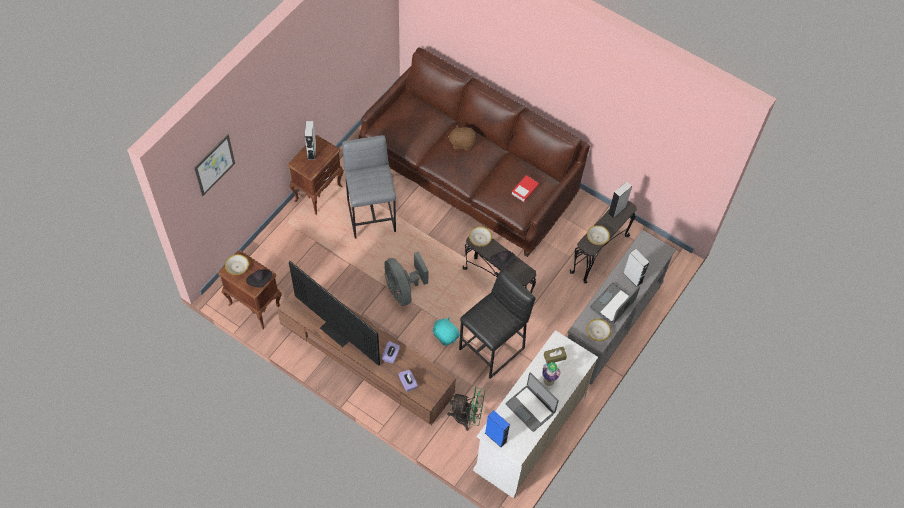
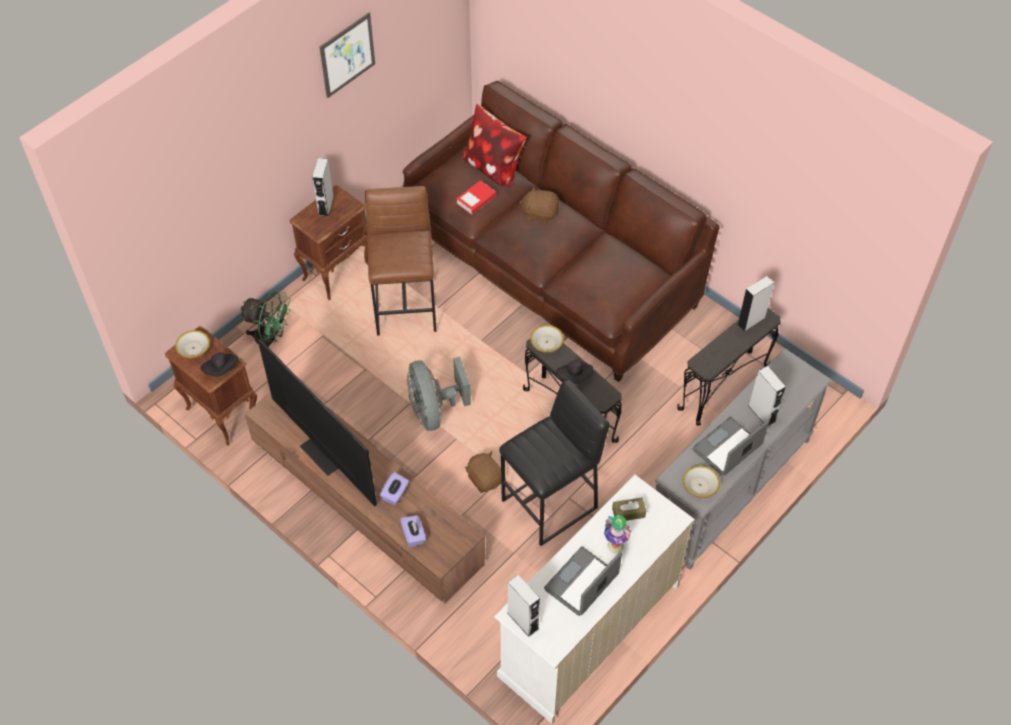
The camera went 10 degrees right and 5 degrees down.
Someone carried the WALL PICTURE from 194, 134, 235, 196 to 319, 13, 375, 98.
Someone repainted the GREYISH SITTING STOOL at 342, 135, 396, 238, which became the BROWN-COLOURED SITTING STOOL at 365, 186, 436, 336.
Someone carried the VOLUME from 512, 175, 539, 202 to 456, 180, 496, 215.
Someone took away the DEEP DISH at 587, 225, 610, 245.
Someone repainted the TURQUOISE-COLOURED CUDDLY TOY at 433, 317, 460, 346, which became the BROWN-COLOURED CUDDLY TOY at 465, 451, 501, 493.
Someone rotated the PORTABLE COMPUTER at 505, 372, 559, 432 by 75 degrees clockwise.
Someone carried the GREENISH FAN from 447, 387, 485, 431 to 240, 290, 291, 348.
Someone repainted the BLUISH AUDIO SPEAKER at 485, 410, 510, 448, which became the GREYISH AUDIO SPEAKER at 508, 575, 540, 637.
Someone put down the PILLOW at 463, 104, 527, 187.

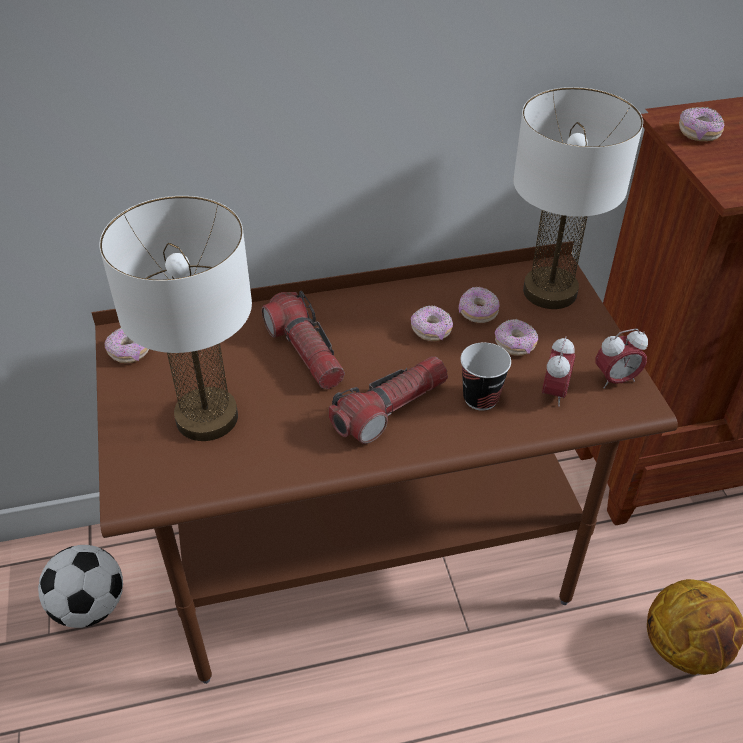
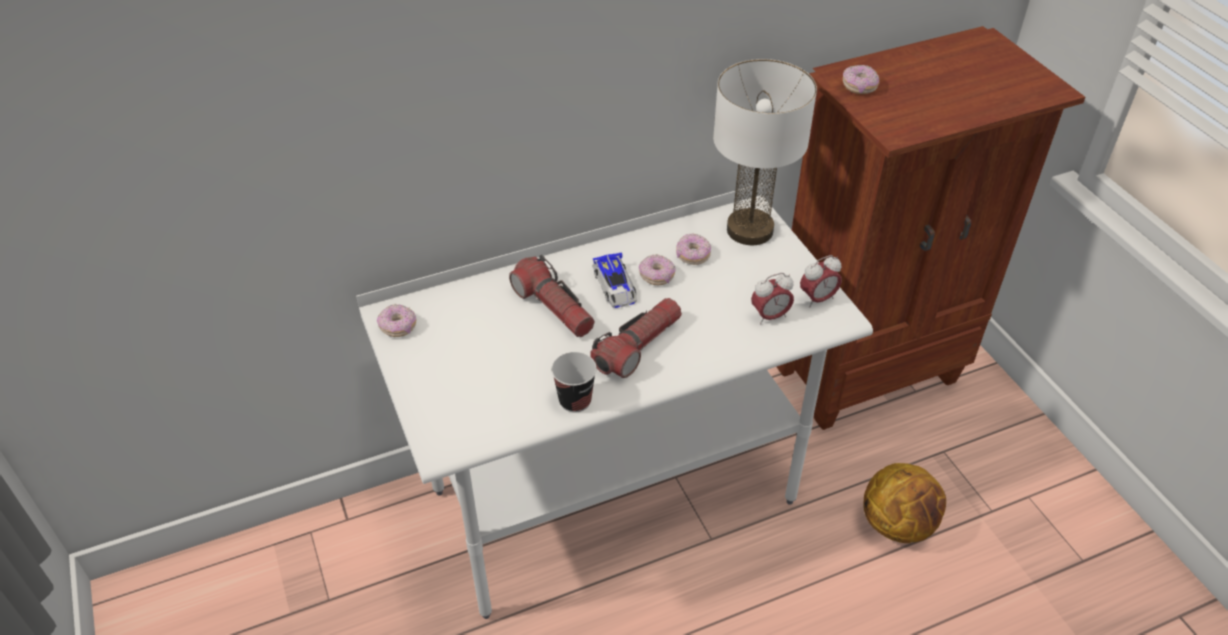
The camera went 10 degrees left and 0 degrees up.
Someone took away the LAMP FOR A TABLE at 99, 196, 252, 441.
Someone repainted the BROWN-COLOURED DESK at 91, 241, 678, 684, which became the WHITISH DESK at 356, 183, 873, 619.
Someone took away the DOUGHNUT at 495, 319, 538, 356.
Someone rotated the BEDSIDE CLOCK at 542, 336, 576, 407 by 60 degrees clockwise.
Someone carried the CUP from 460, 342, 511, 411 to 551, 352, 597, 413.
Someone took away the FOOTBALL BALL at 38, 545, 123, 628.
Someone put down the MINIATURE CAR at 592, 252, 637, 308.

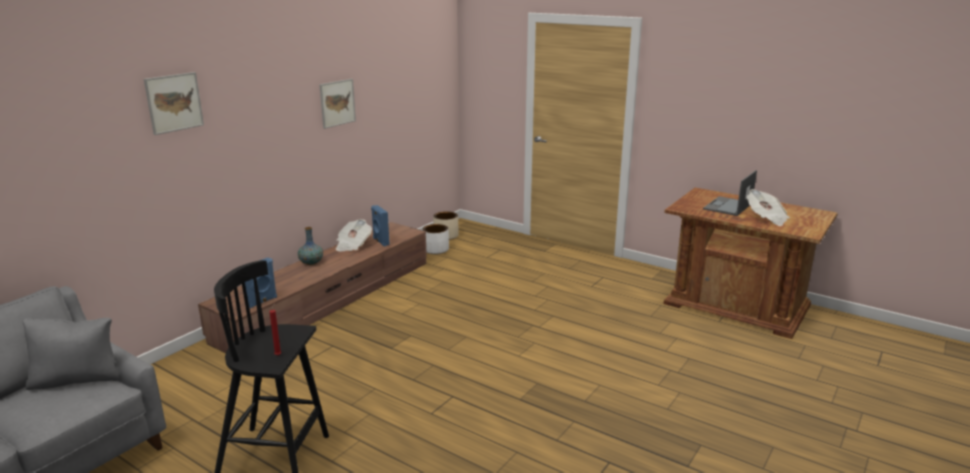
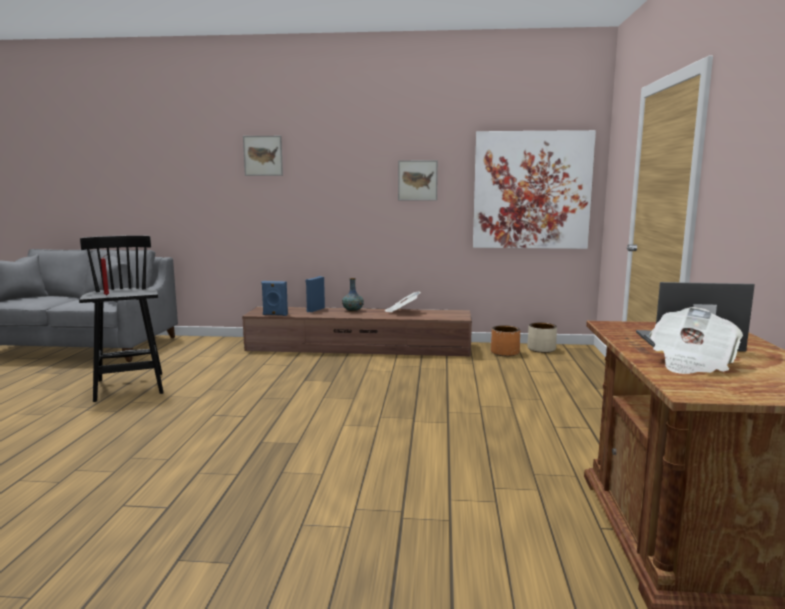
The camera went 60 degrees right and 10 degrees down.
Someone carried the BLUISH AUDIO SPEAKER from 371, 205, 390, 246 to 306, 276, 325, 312.
Someone repainted the WHITISH PLANTER at 422, 224, 449, 254, which became the ORANGEY PLANTER at 491, 325, 520, 356.
Someone put up the WALL PICTURE at 473, 130, 596, 249.

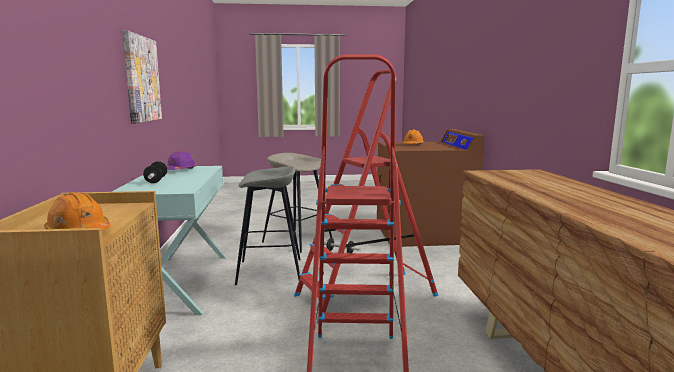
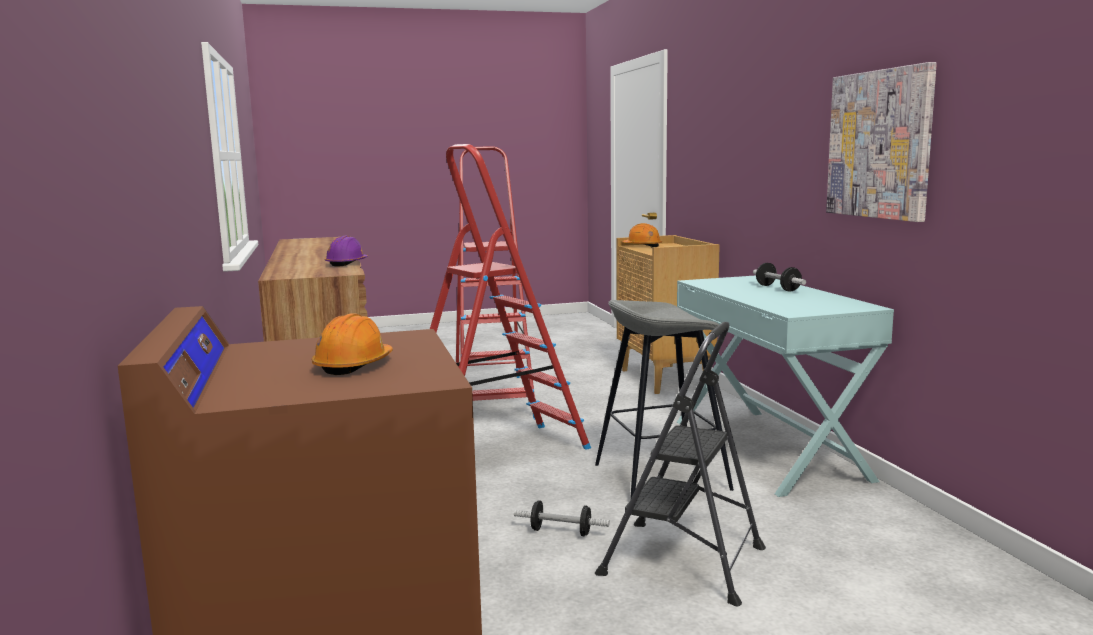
The camera went 170 degrees right and 0 degrees up.
Someone carried the PURPLISH WORK HELMET from 167, 151, 196, 170 to 325, 236, 368, 267.
Someone swapped the GREYISH SITTING STOOL at 262, 153, 332, 253 for the BLACK-COLOURED STEP LADDER at 595, 322, 766, 606.

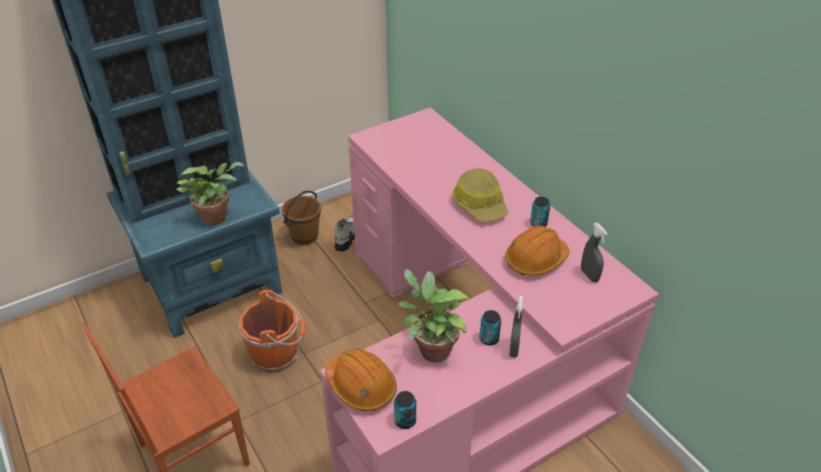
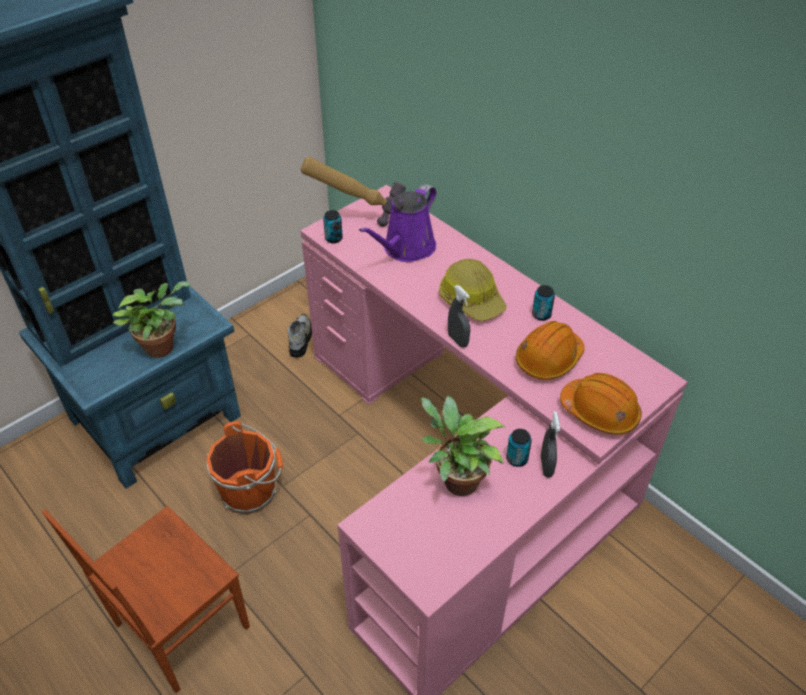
The camera went 10 degrees left and 5 degrees up.
Someone took away the BROWN-COLOURED BUCKET at 282, 191, 321, 245.
Someone carried the GREYISH SPRAYER from 581, 223, 608, 282 to 448, 285, 470, 348.
Someone carried the ORANGEY WORK HELMET from 325, 348, 397, 412 to 560, 373, 642, 435.
Someone carried the SEALED CAN from 394, 391, 416, 429 to 323, 210, 343, 243.
Someone put down the HAMMER at 301, 157, 406, 227.
Someone put down the PURPLISH WATERING POT at 359, 184, 437, 262.

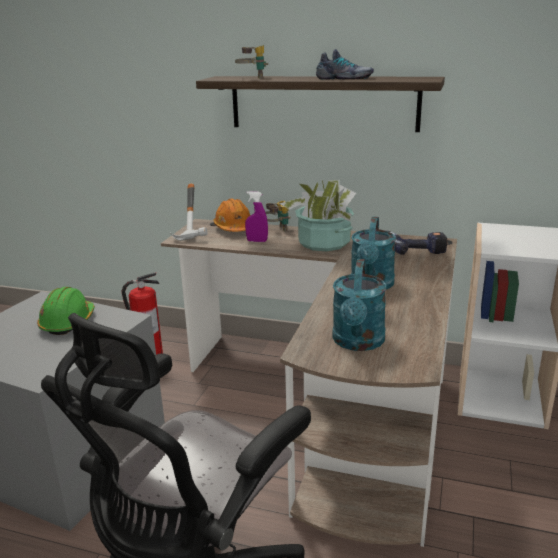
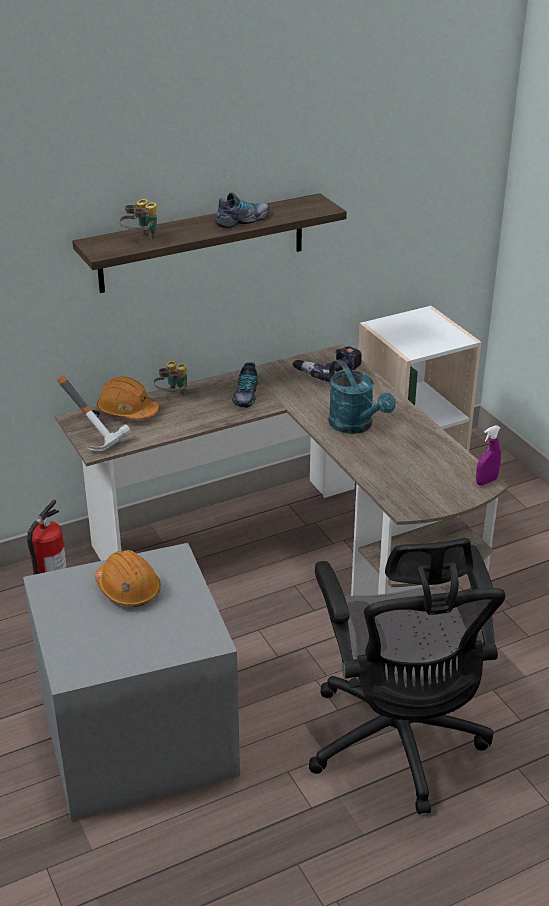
The camera went 45 degrees left and 10 degrees up.
Someone swapped the PLANT IN A POT at 280, 180, 356, 251 for the LOW SHOE at 232, 362, 258, 408.
Someone carried the PURPLISH SPRAYER from 245, 191, 268, 242 to 476, 425, 501, 486.
Someone took away the TURQUOISE-COLOURED WATERING POT at 332, 259, 387, 351.
Someone repainted the GREENISH WORK HELMET at 37, 287, 95, 335, which became the ORANGEY WORK HELMET at 95, 550, 161, 607.

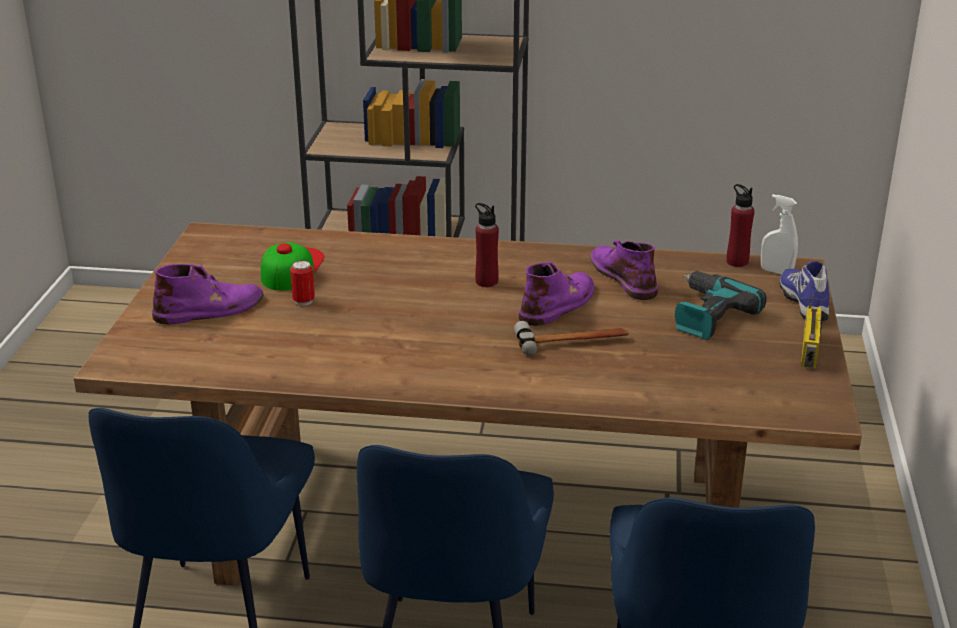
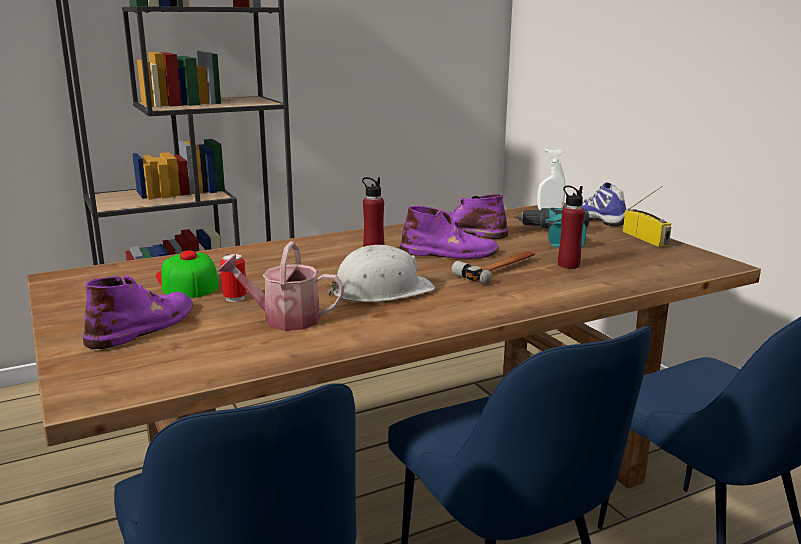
The camera went 35 degrees left and 10 degrees down.
Someone carried the RED-COLOURED BEVERAGE BOTTLE from 726, 184, 754, 267 to 558, 186, 585, 269.
Someone rotated the PURPLISH TALL BOOT at 519, 261, 594, 326 by 90 degrees clockwise.
Someone put down the WATERING POT at 218, 241, 344, 331.
Someone put down the WHITISH WORK HELMET at 327, 245, 435, 302.

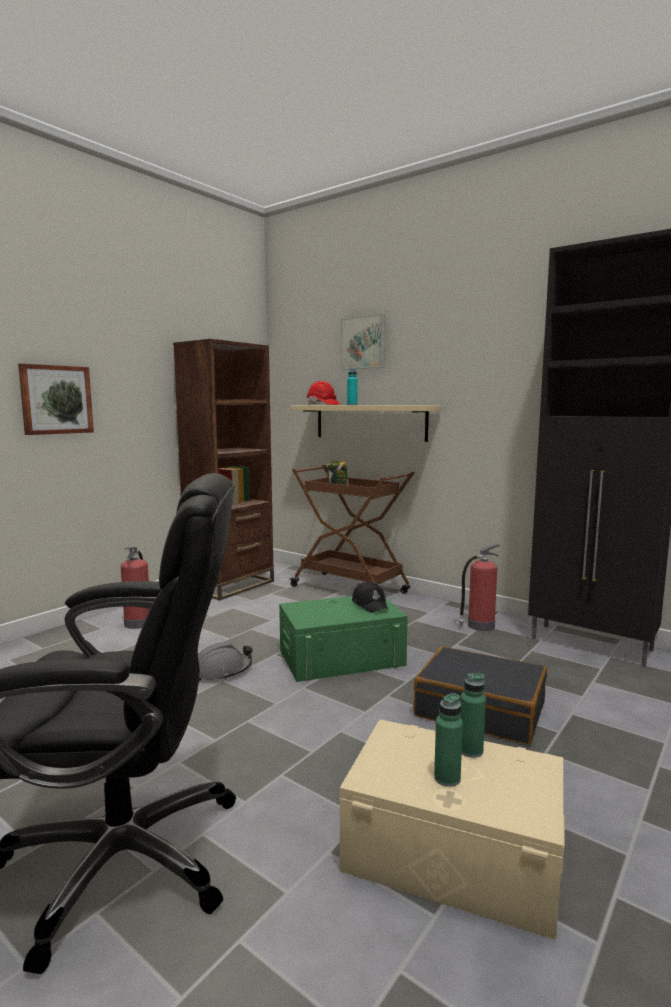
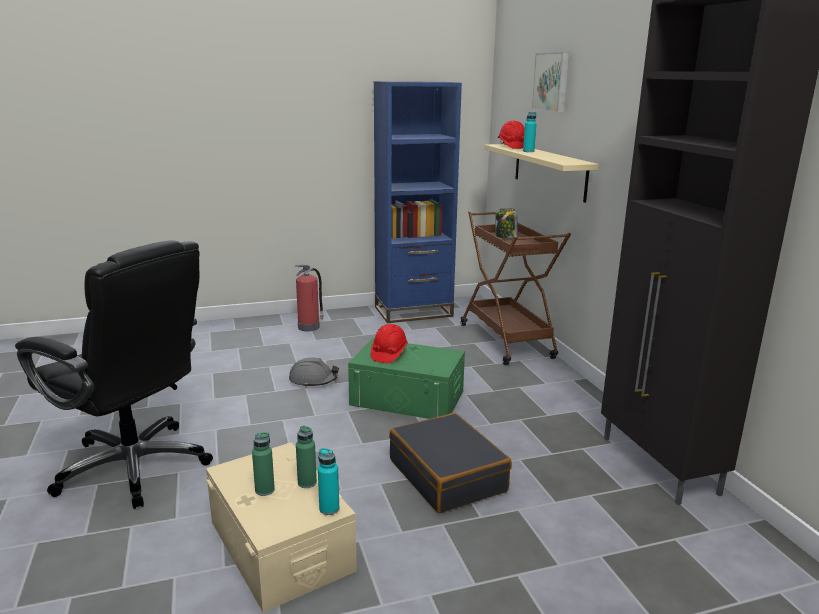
The camera went 35 degrees right and 10 degrees up.
Someone repainted the BROWN-COLOURED BOOKCASE at 173, 339, 274, 600, which became the BLUISH BOOKCASE at 374, 81, 462, 323.
Someone took away the WALL PICTURE at 18, 364, 94, 435.
Someone took away the EXTINGUISHER at 459, 544, 500, 631.
Someone took away the BLACK-COLOURED CAP at 352, 581, 388, 613.
Someone put down the RED-COLOURED WORK HELMET at 371, 324, 408, 363.
Someone put down the TURQUOISE-COLOURED BEVERAGE BOTTLE at 318, 448, 339, 515.

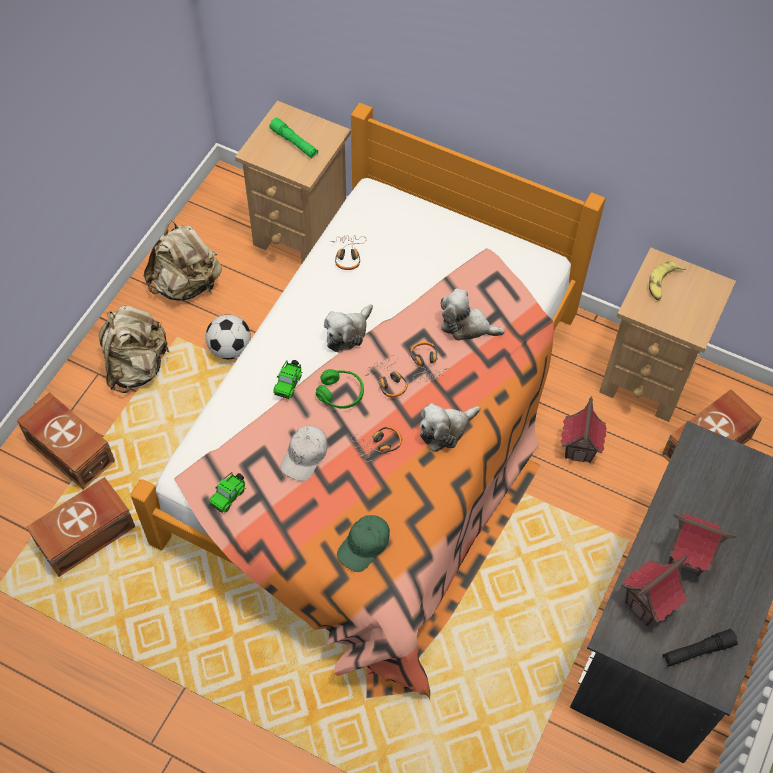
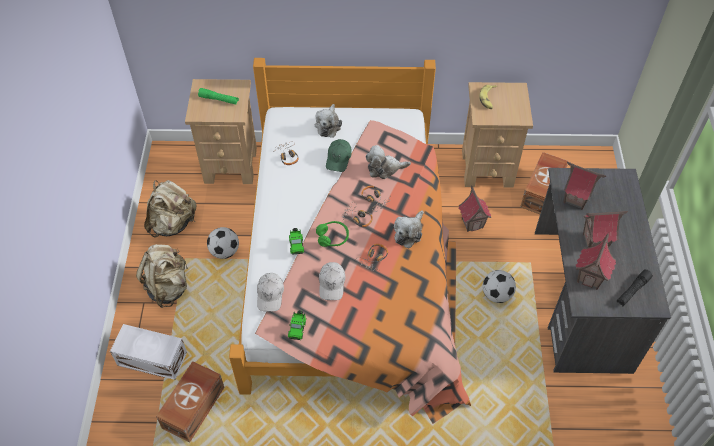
The camera went 25 degrees left and 5 degrees down.
Someone carried the CUDDLY TOY from 324, 304, 373, 353 to 315, 104, 342, 138.
Someone repainted the BROWN-COLOURED STORAGE BIN at 17, 392, 115, 490, which became the WHITISH STORAGE BIN at 110, 324, 187, 380.
Someone carried the GREENISH CAP from 337, 515, 390, 572 to 326, 139, 352, 172.
Someone put down the TOY HOUSE at 564, 162, 606, 210.
Someone put down the FOOTBALL BALL at 483, 270, 516, 303.
Someone put down the WHITISH CAP at 257, 273, 284, 312.

